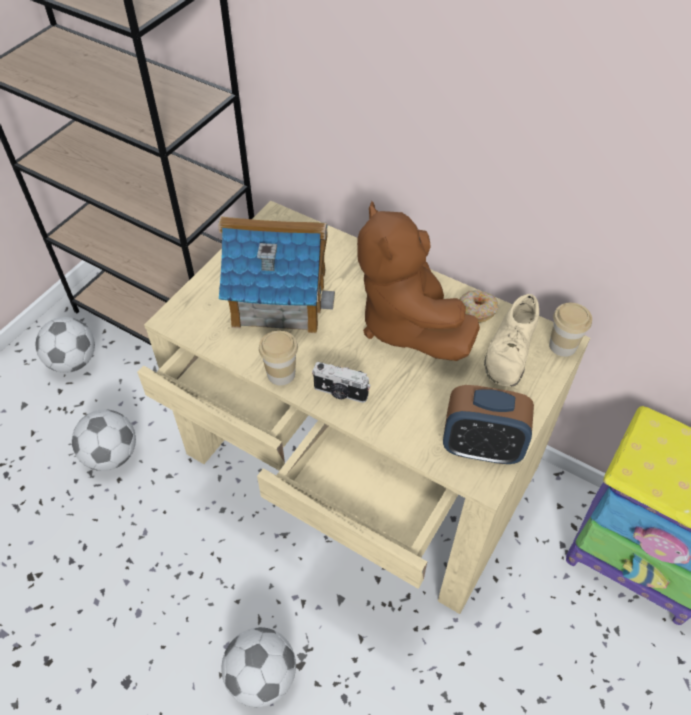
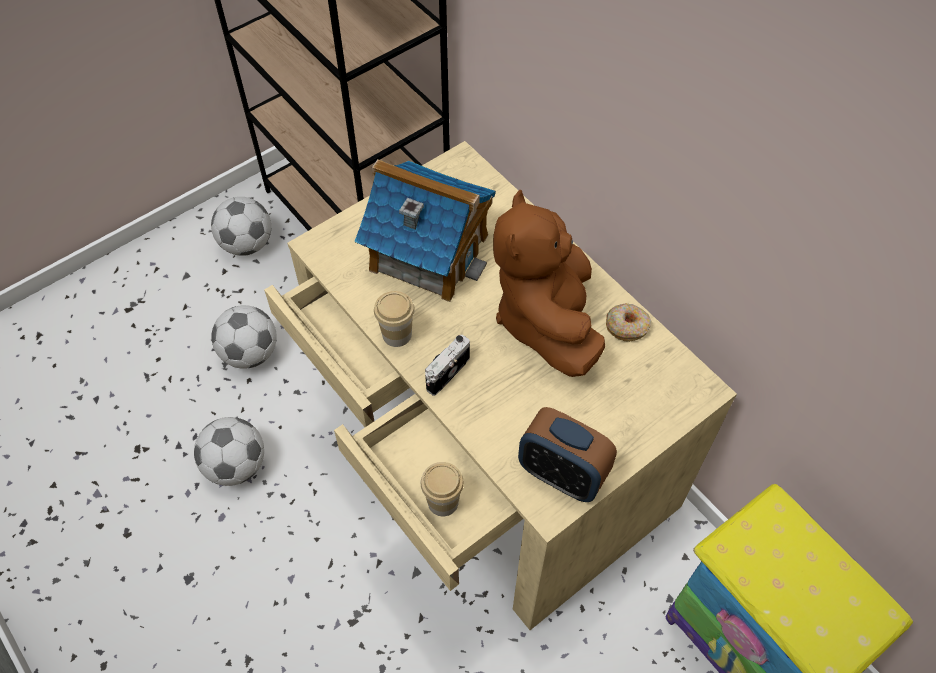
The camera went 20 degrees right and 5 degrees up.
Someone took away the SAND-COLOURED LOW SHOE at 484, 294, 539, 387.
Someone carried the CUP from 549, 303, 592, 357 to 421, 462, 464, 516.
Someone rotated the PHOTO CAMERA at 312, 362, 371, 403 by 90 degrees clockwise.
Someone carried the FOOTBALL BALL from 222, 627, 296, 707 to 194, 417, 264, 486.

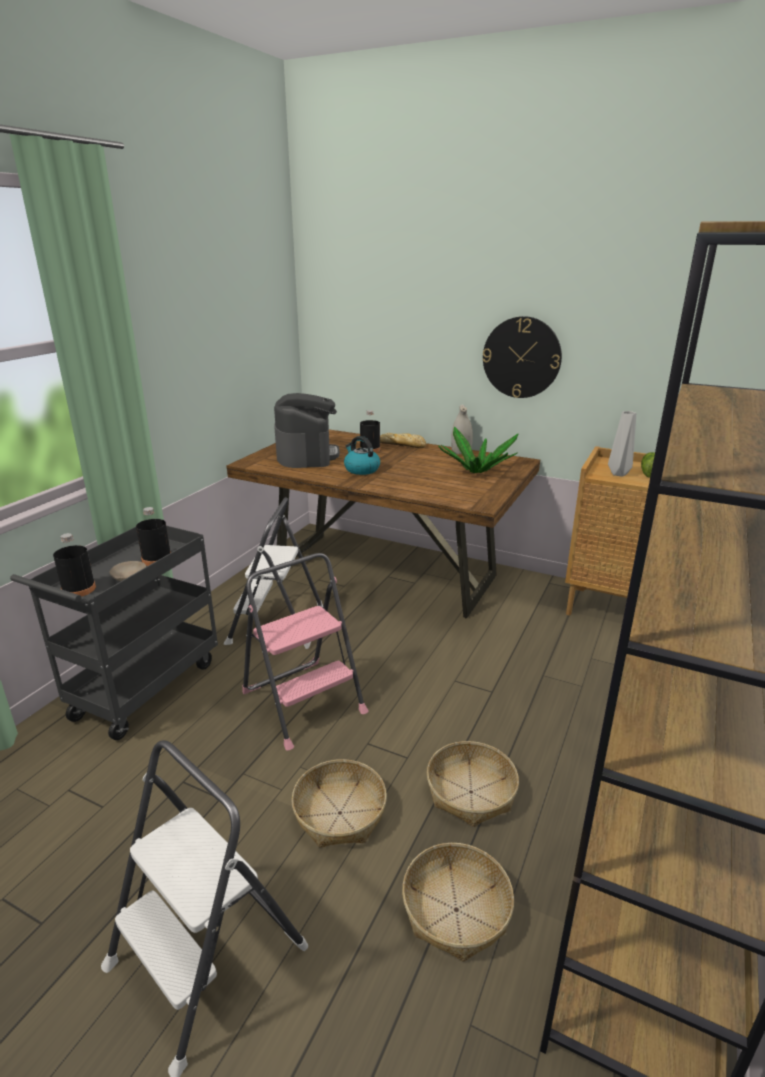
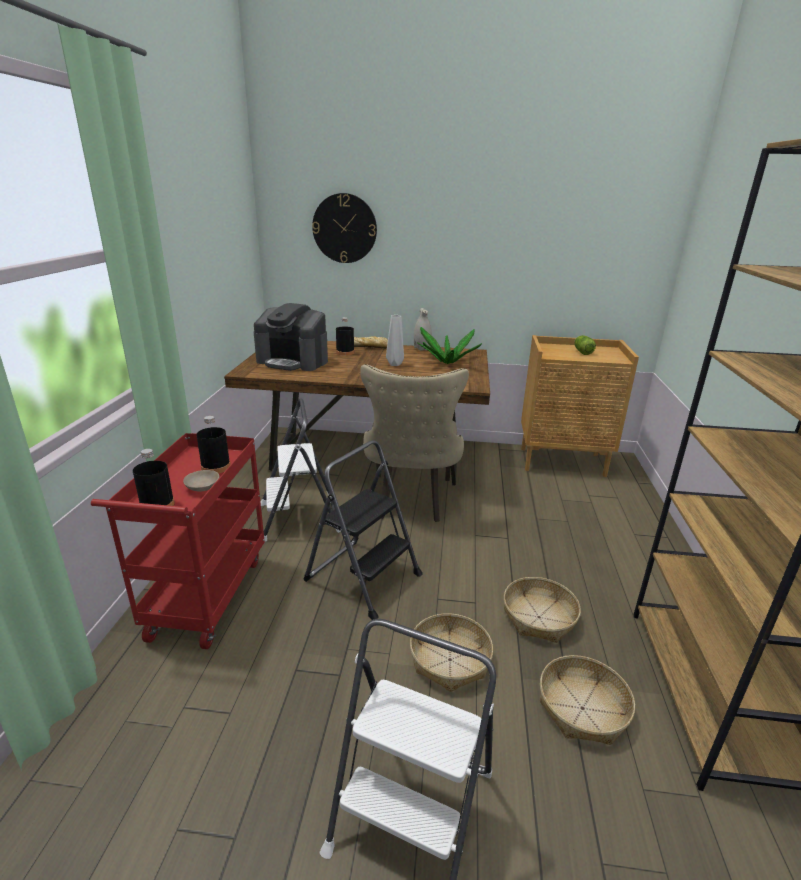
The camera went 20 degrees left and 0 degrees up.
Someone carried the CLOCK ON THE WALL from 483, 316, 562, 398 to 312, 193, 377, 263.
Someone rotated the COFFEE MACHINE at 274, 393, 340, 468 by 135 degrees clockwise.
Someone carried the GREYISH FLOWER VASE from 608, 411, 636, 477 to 386, 315, 404, 366.
Someone took away the KETTLE at 344, 436, 380, 475.
Someone repainted the GREYISH TROLLEY at 10, 526, 218, 740, which became the RED-COLOURED TROLLEY at 91, 433, 265, 649.
Someone repainted the PINKISH STEP LADDER at 242, 553, 369, 751, which became the BLACK-COLOURED STEP LADDER at 304, 441, 423, 620.
Someone put down the SAND-COLOURED UPRIGHT CHAIR at 360, 364, 469, 522.

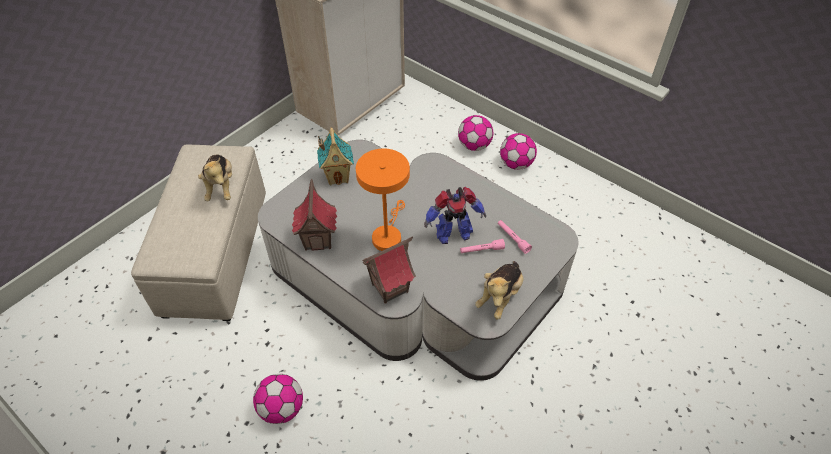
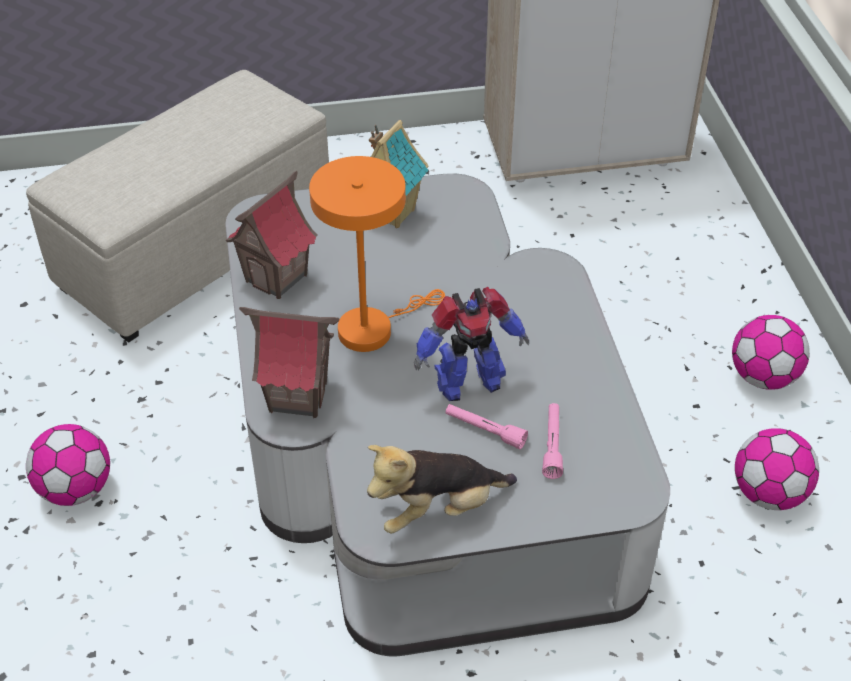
The camera went 40 degrees right and 5 degrees down.
Someone carried the FOOTBALL BALL from 458, 115, 493, 151 to 735, 428, 819, 510.
Someone took away the CUDDLY TOY at 198, 154, 232, 201.
Someone rotated the ROBOT FIGURE at 424, 187, 486, 244 by 45 degrees counterclockwise.

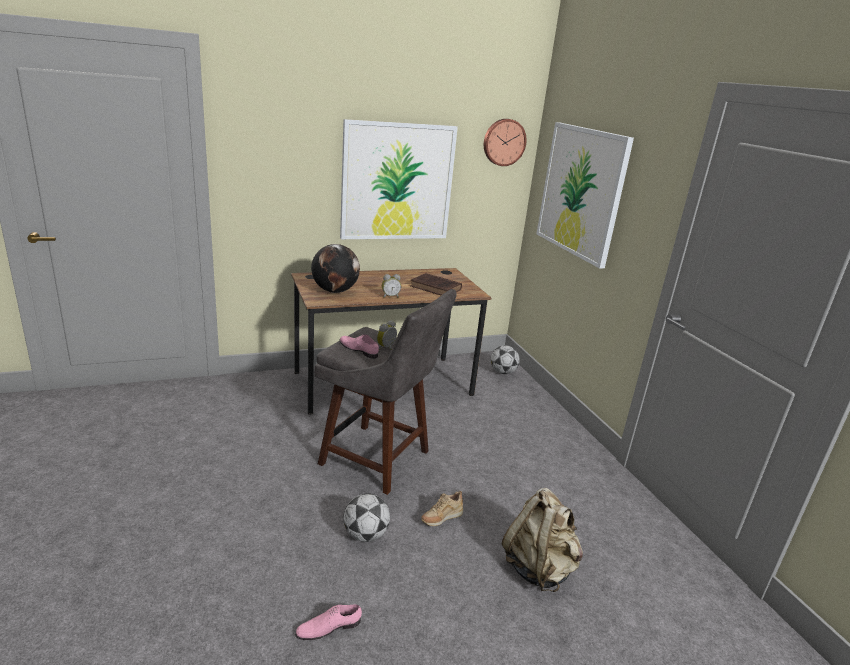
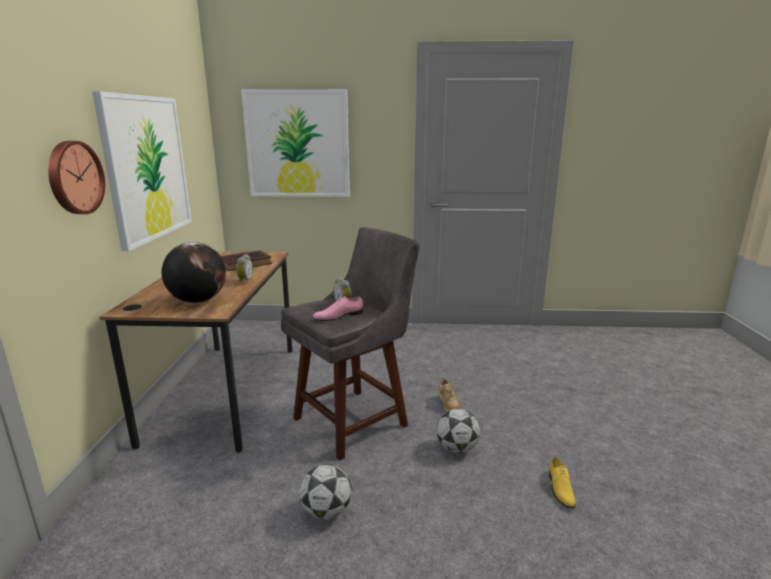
The camera went 65 degrees left and 5 degrees down.
Someone carried the CLOCK ON THE WALL from 484, 119, 527, 166 to 48, 141, 105, 214.
Someone carried the FOOTBALL BALL from 490, 345, 520, 374 to 300, 464, 352, 520.
Someone took away the SAND-COLOURED RUCKSACK at 502, 488, 583, 592.
Someone repainted the PINKISH LOW SHOE at 295, 604, 362, 640, which became the YELLOW-COLOURED LOW SHOE at 549, 457, 576, 508.

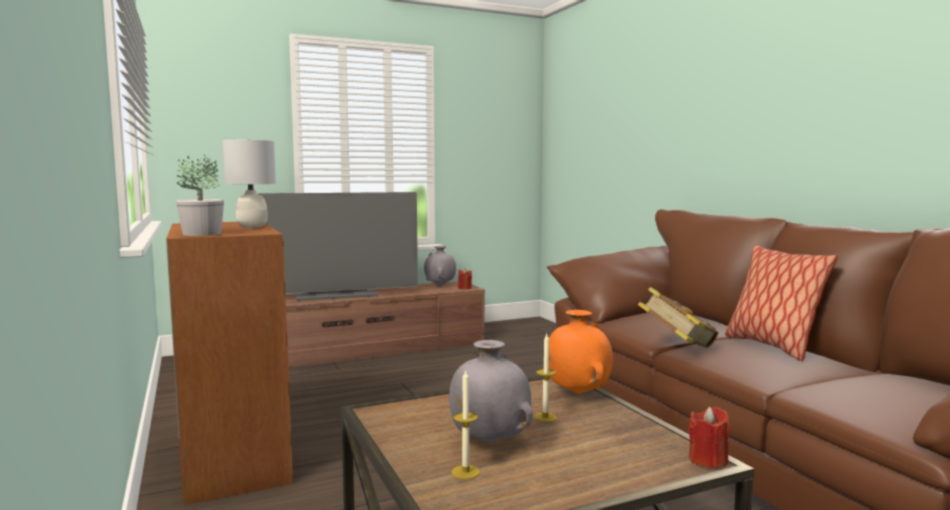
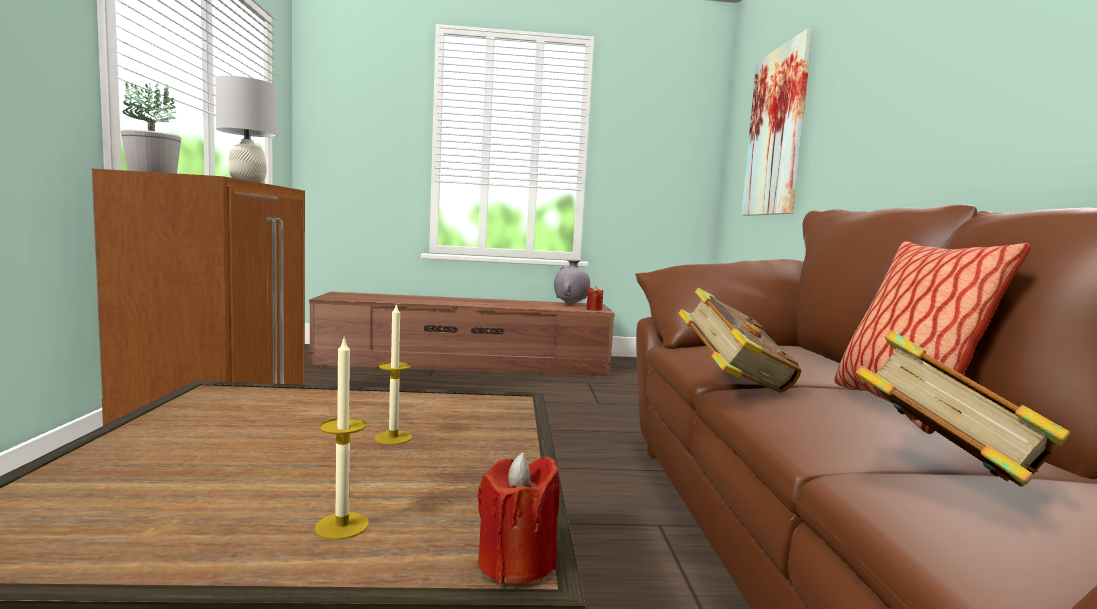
The camera went 20 degrees right and 0 degrees up.
Someone took away the TV SET at 258, 192, 418, 301.
Someone took away the ORANGEY FLOWER VASE at 549, 310, 613, 394.
Someone took away the GREYISH FLOWER VASE at 449, 340, 533, 443.
Someone carried the WAX CANDLE from 452, 369, 480, 479 to 315, 336, 369, 540.
Someone put up the WALL PICTURE at 741, 29, 813, 216.
Someone put down the VOLUME at 856, 330, 1070, 487.

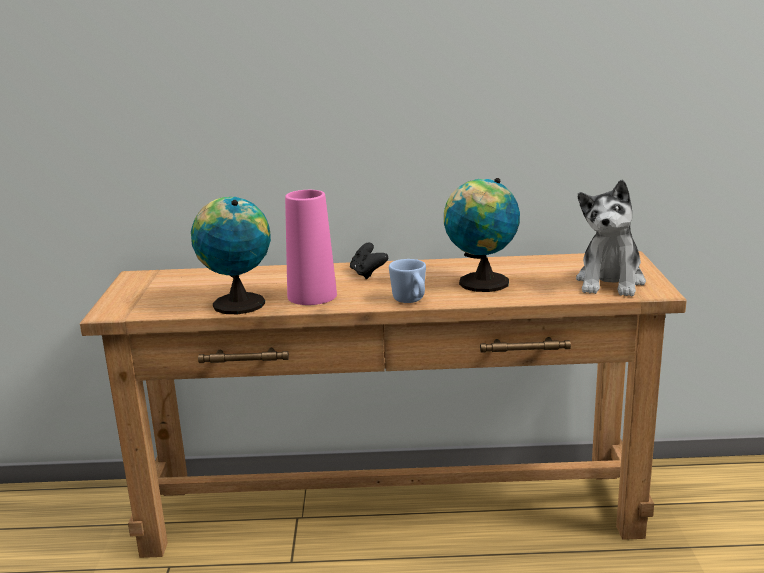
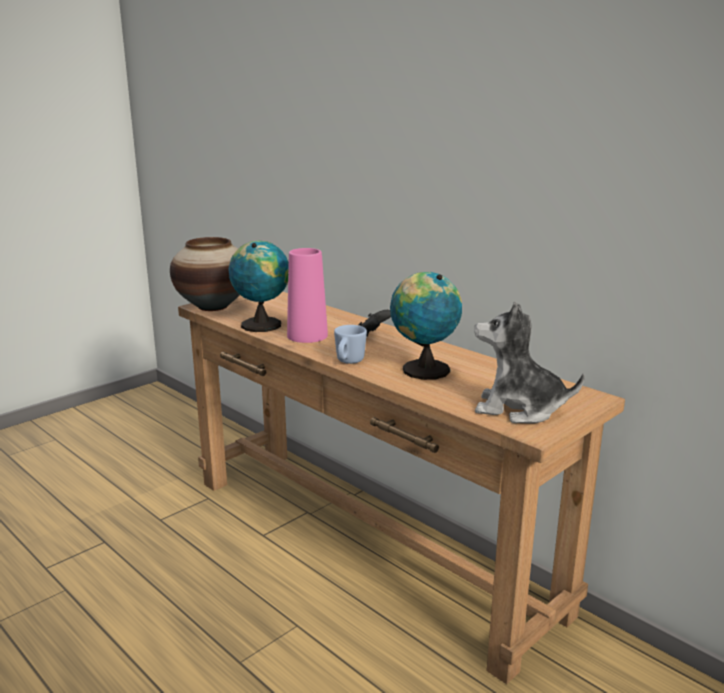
The camera went 45 degrees right and 0 degrees up.
Someone rotated the CUDDLY TOY at 576, 179, 646, 296 by 45 degrees clockwise.
Someone put down the FLOWER VASE at 170, 237, 240, 311.

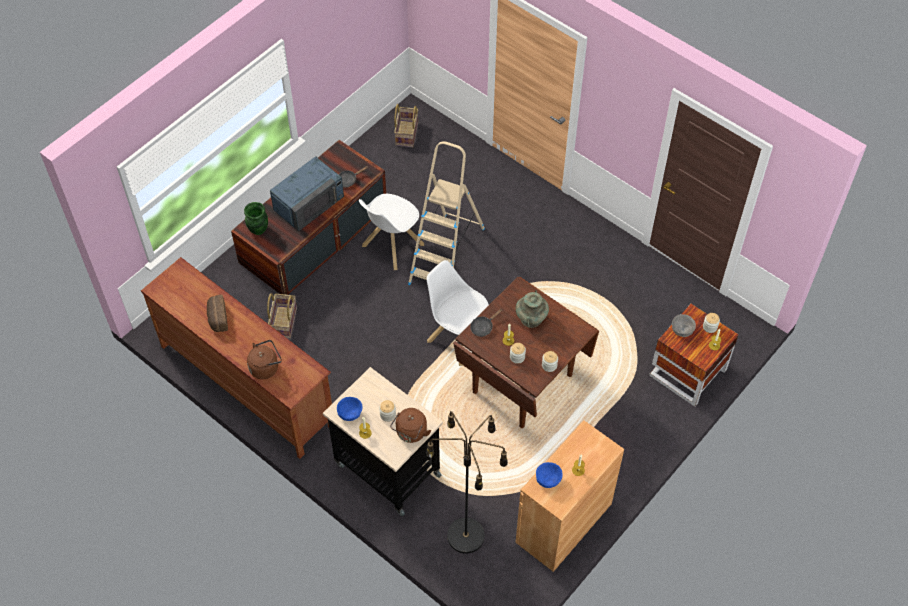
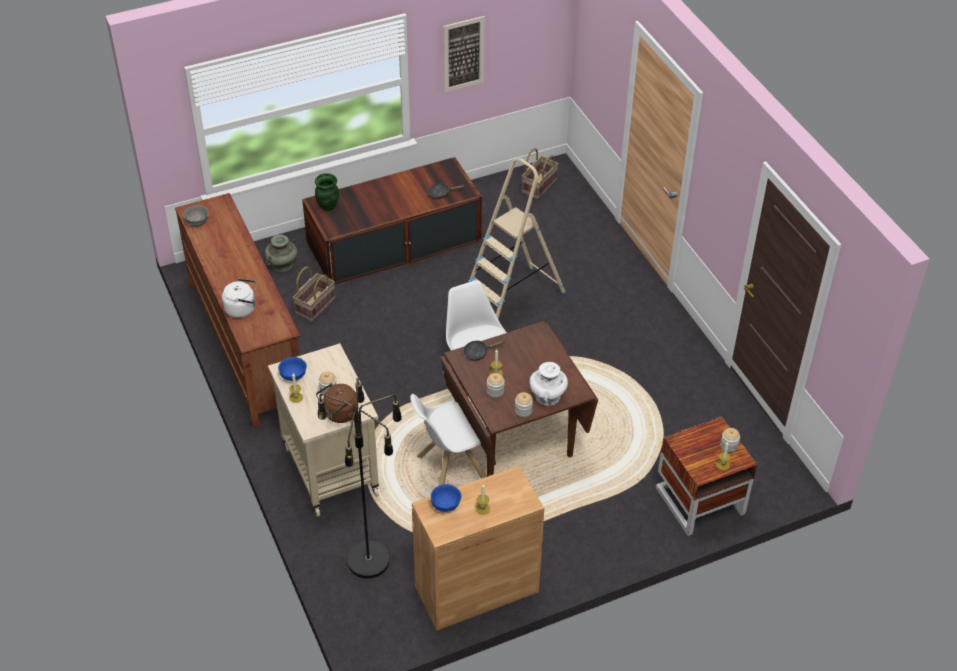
The camera went 25 degrees right and 10 degrees down.
Someone took away the BLUISH MICROWAVE at 270, 156, 344, 231.
Someone carried the WHITISH UPRIGHT CHAIR from 359, 194, 424, 270 to 410, 394, 487, 485.
Someone carried the TURQUOISE-COLOURED FLOWER VASE from 516, 290, 549, 328 to 265, 235, 297, 272.
Someone took away the BAKED BREAD at 207, 295, 228, 332.
Someone carried the GREYISH DEEP DISH from 672, 314, 696, 337 to 183, 205, 209, 227.
Someone repainted the BROWN-COLOURED KETTLE at 247, 340, 282, 379, which became the WHITISH KETTLE at 222, 279, 257, 318.
Someone repainted the BLACK-COLOURED TROLLEY at 323, 367, 443, 516, which became the SAND-COLOURED TROLLEY at 268, 343, 379, 517.
Someone put up the WALL PICTURE at 443, 16, 485, 93.
Someone put down the WHITISH FLOWER VASE at 529, 362, 568, 405.

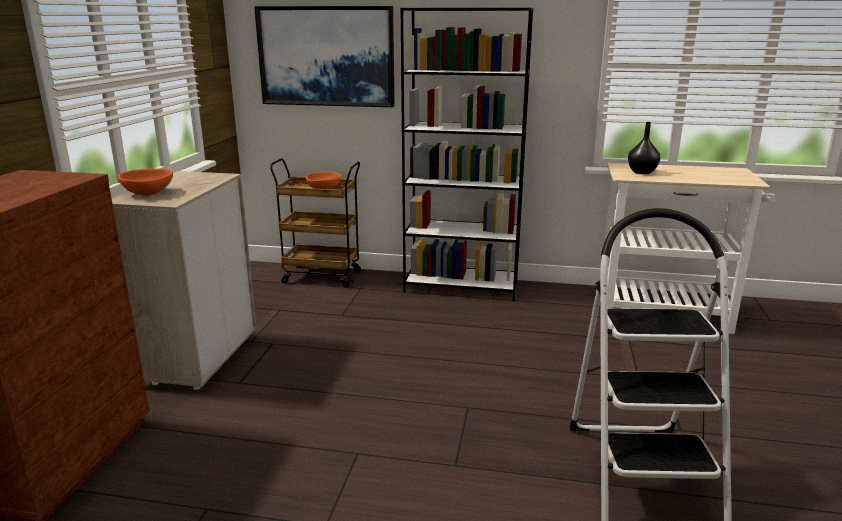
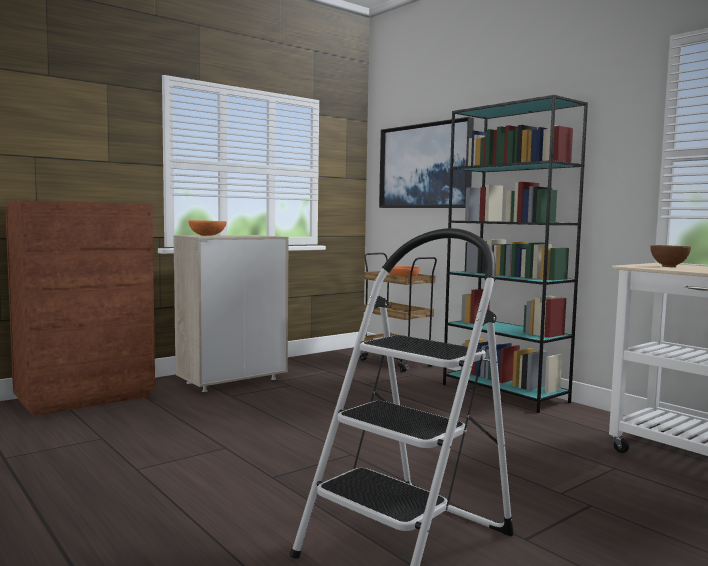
The camera went 40 degrees right and 15 degrees down.
Someone repainted the WHITISH BOOKCASE at 401, 8, 533, 301, which became the TURQUOISE-COLOURED BOOKCASE at 443, 95, 588, 413.
Someone swapped the BLACK-COLOURED FLOWER VASE at 628, 122, 660, 174 for the DEEP DISH at 650, 245, 691, 267.

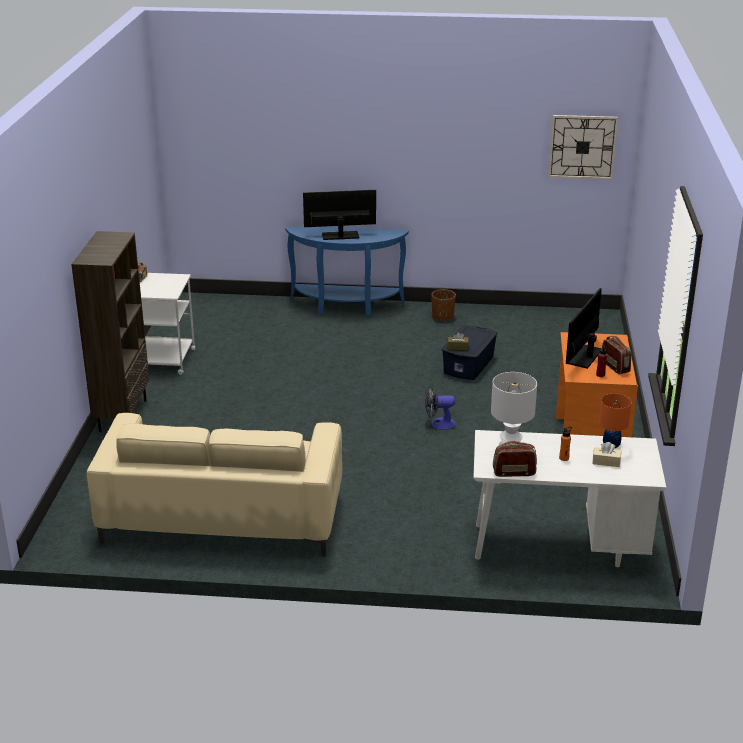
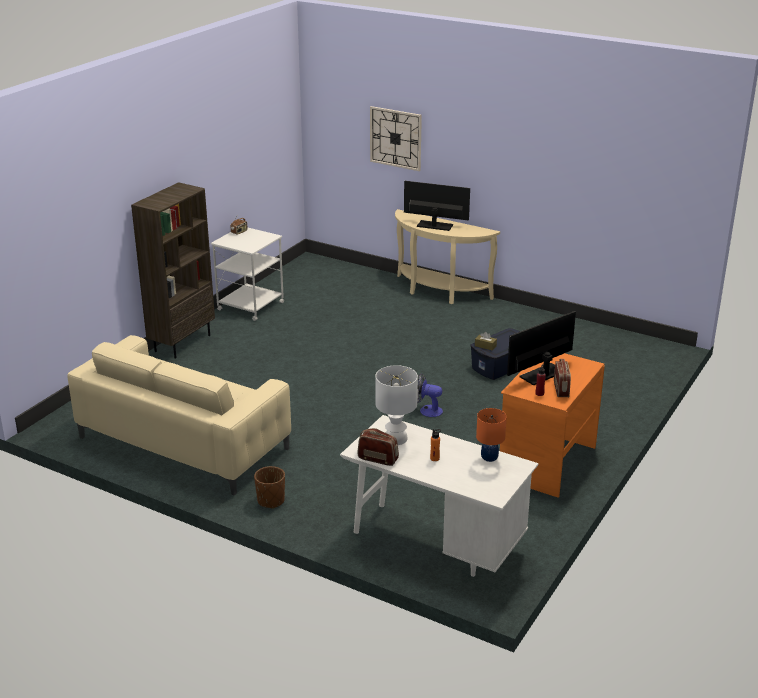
The camera went 25 degrees right and 0 degrees up.
Someone carried the CLOCK ON THE WALL from 548, 115, 618, 180 to 370, 106, 422, 171.
Someone repainted the BLUISH CONSOLE TABLE at 285, 226, 409, 316, which became the SAND-COLOURED CONSOLE TABLE at 395, 209, 500, 304.
Someone carried the BROWN-COLOURED PLANTER from 431, 289, 456, 321 to 254, 466, 285, 509.
Someone took away the SAND-COLOURED TISSUE HOLDER at 593, 442, 621, 467.

